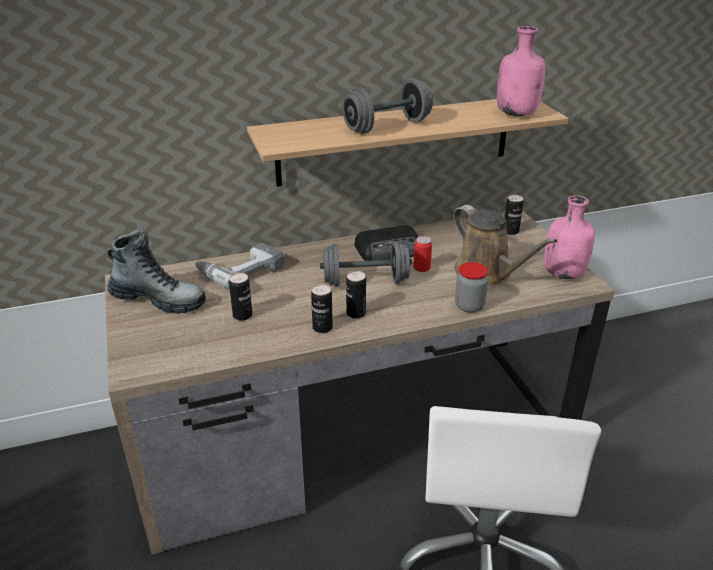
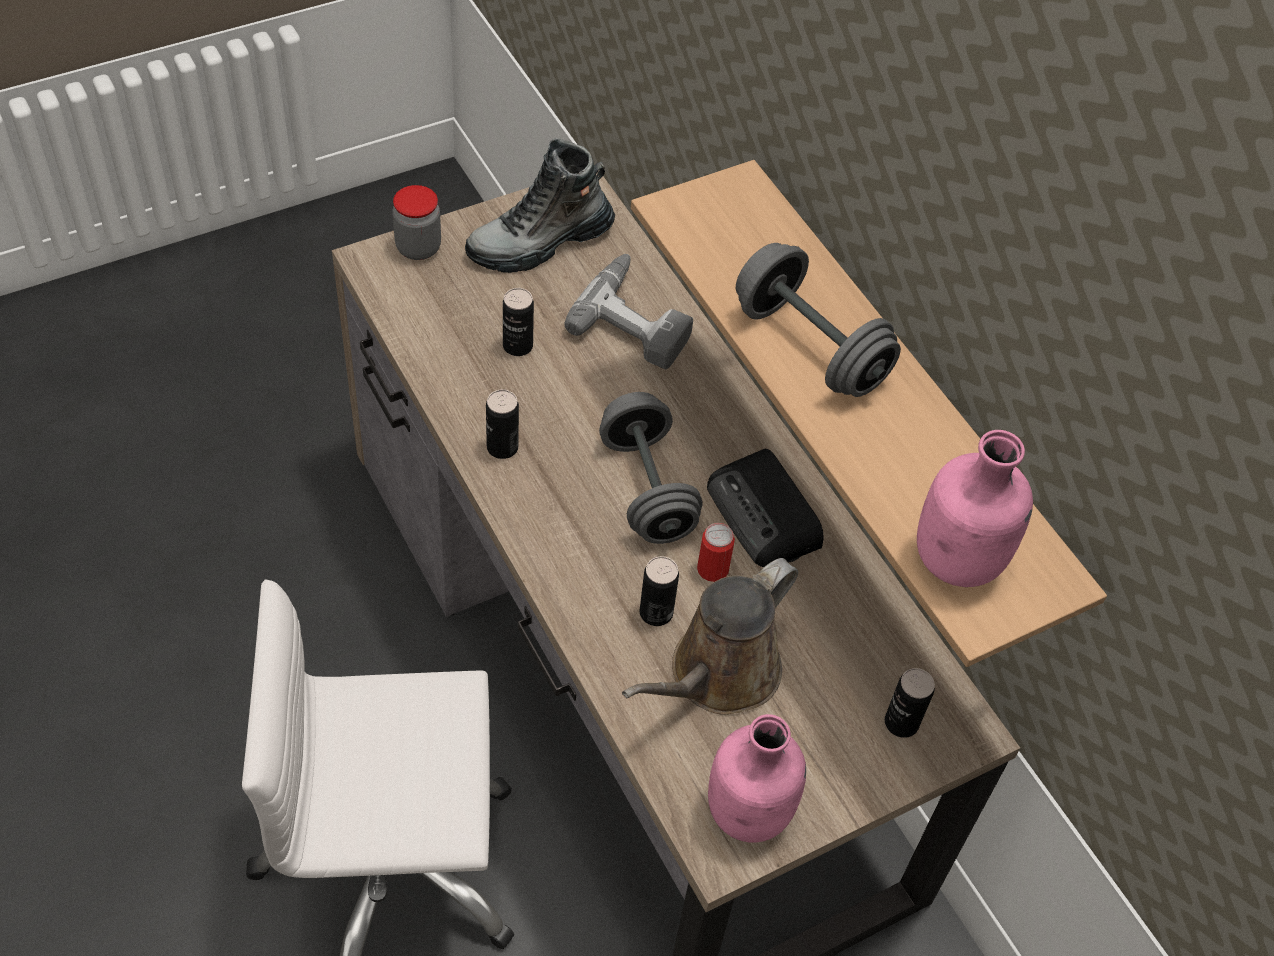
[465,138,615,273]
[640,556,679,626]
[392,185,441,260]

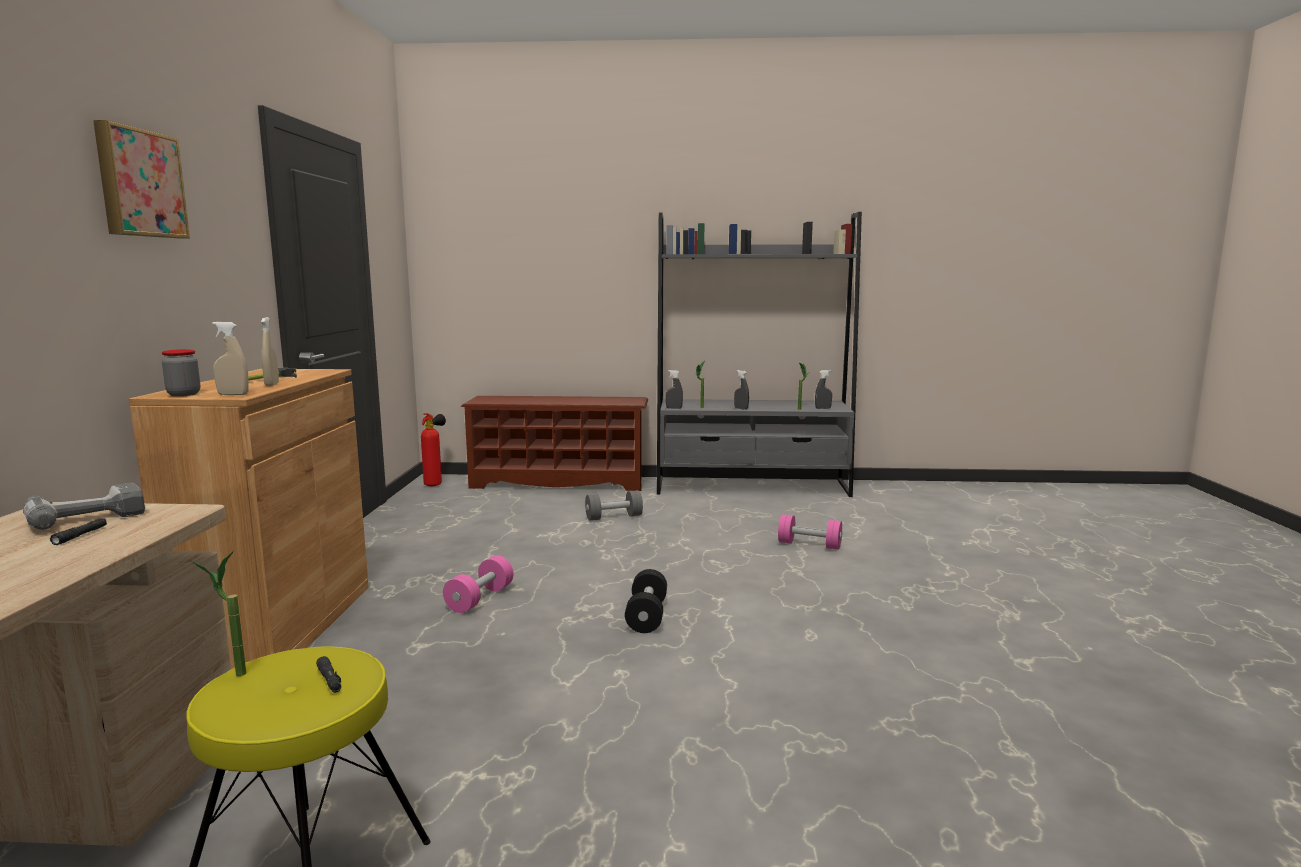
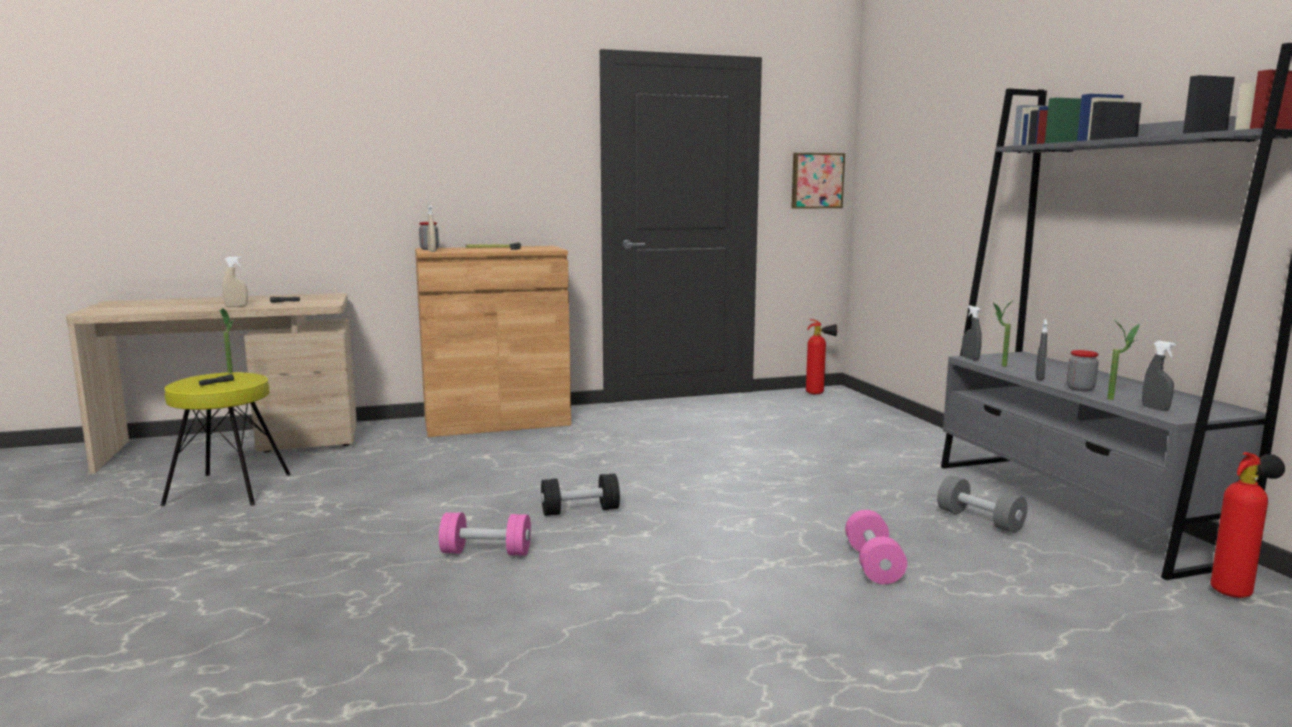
[23,483,145,530] (first image)
[791,153,845,209]
[223,256,248,307]
[439,512,531,556]
[461,396,648,491] (first image)
[937,476,1028,533]
[1067,350,1099,391]
[1210,452,1285,598]

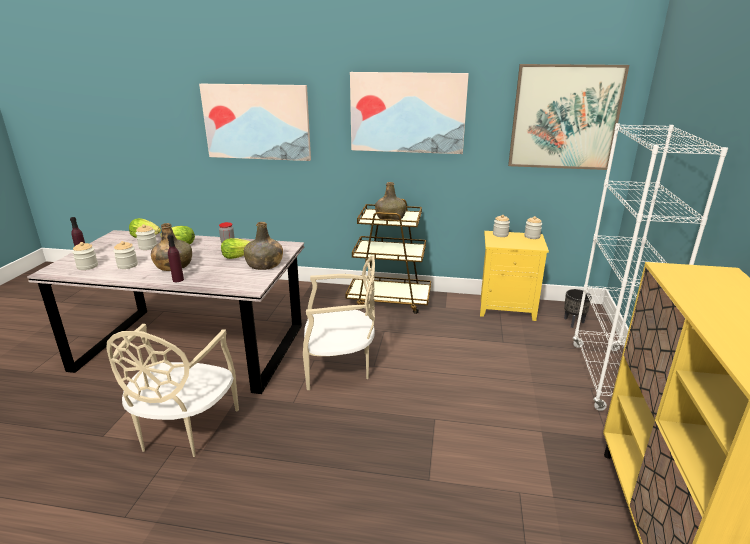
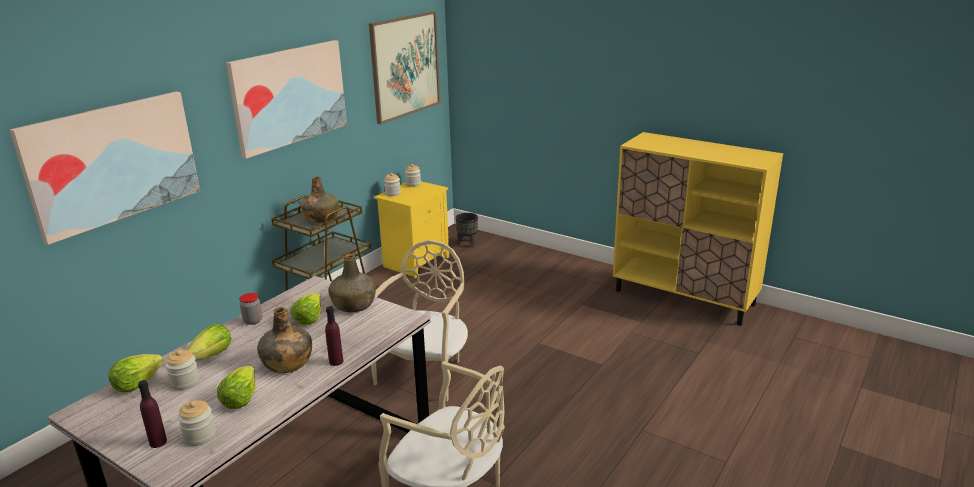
[217,366,255,409]
[573,123,728,411] (first image)

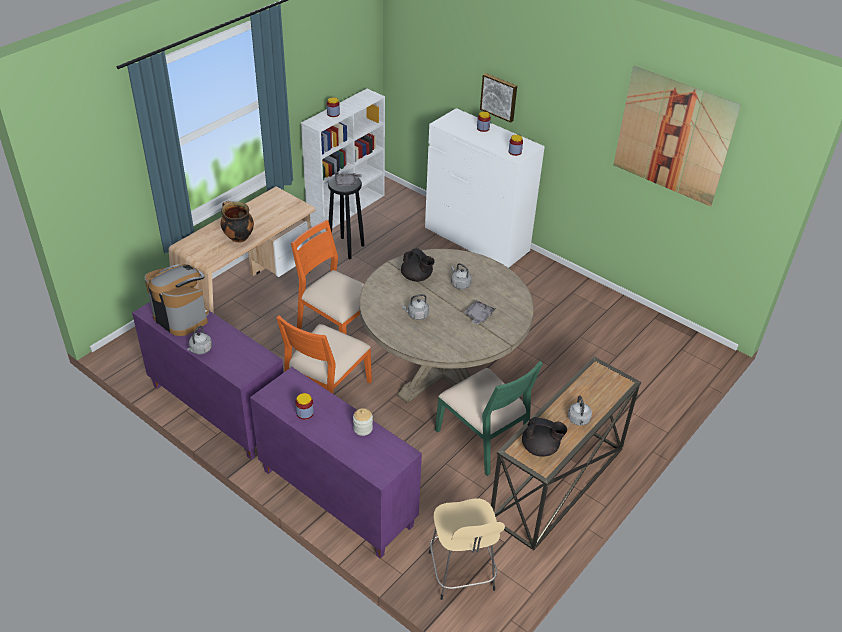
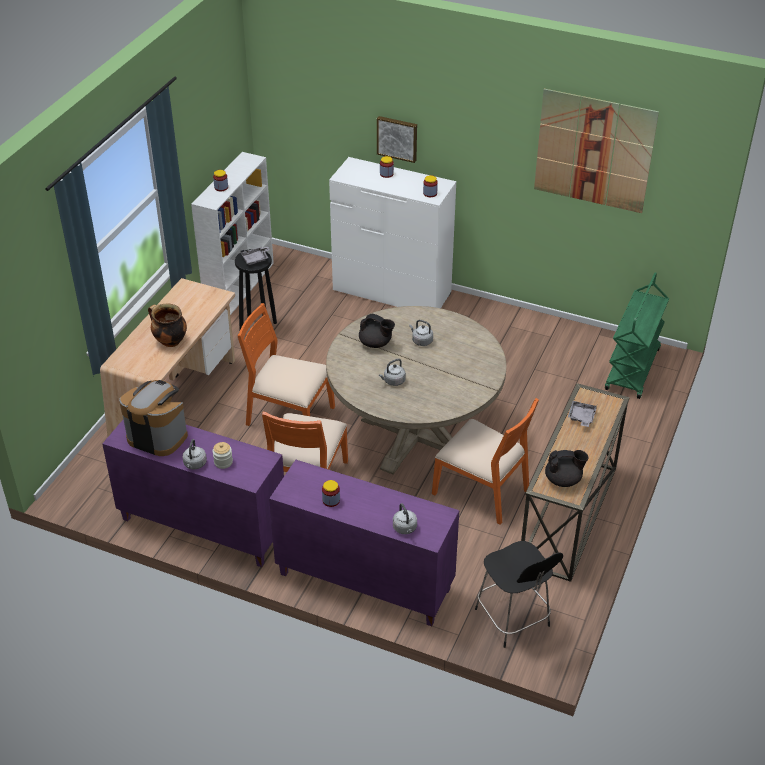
[213,442,233,469]
[475,541,563,648]
[432,398,539,525]
[568,401,597,427]
[393,503,417,534]
[605,273,669,399]

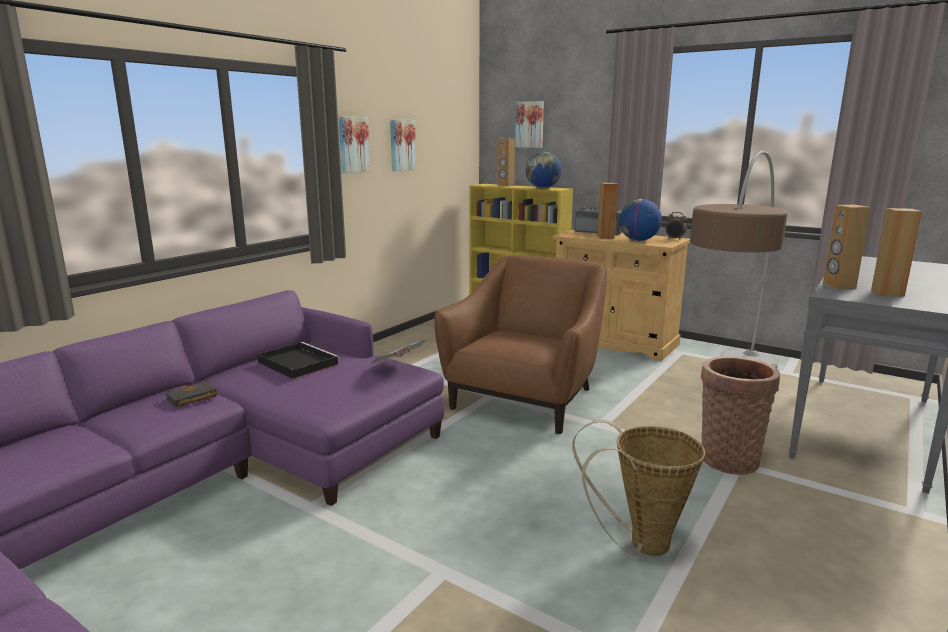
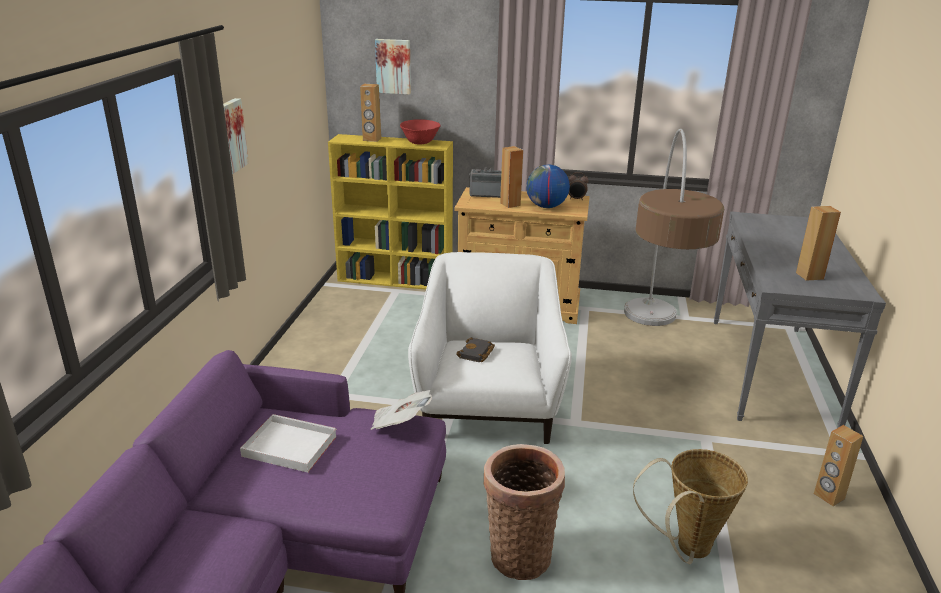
[456,338,495,362]
[240,414,337,473]
[390,120,416,171] (first image)
[408,252,572,444]
[400,119,441,145]
[483,444,565,580]
[814,425,863,506]

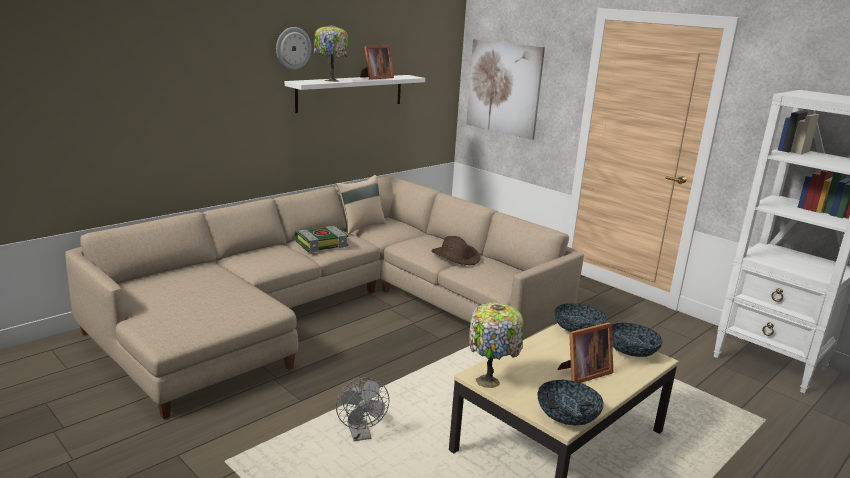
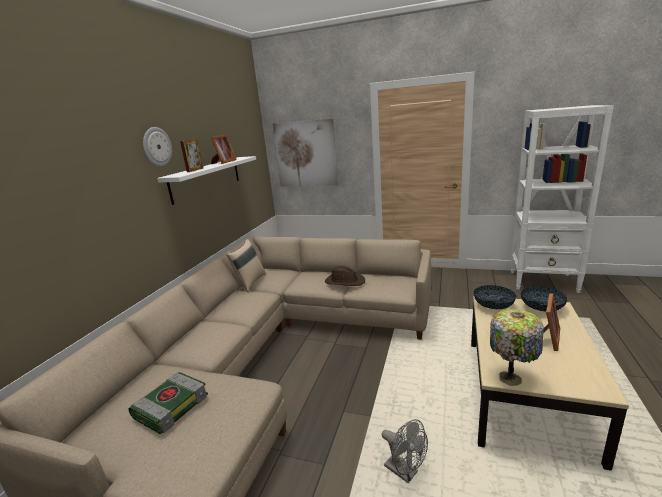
[128,372,208,434]
[180,139,203,172]
[537,380,604,425] (first image)

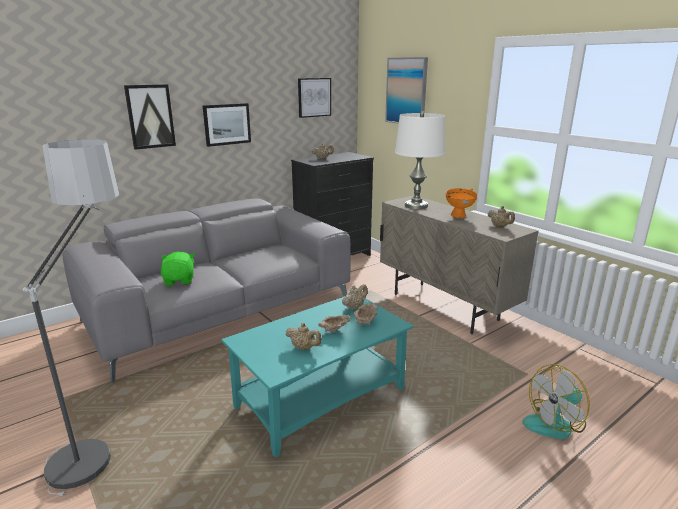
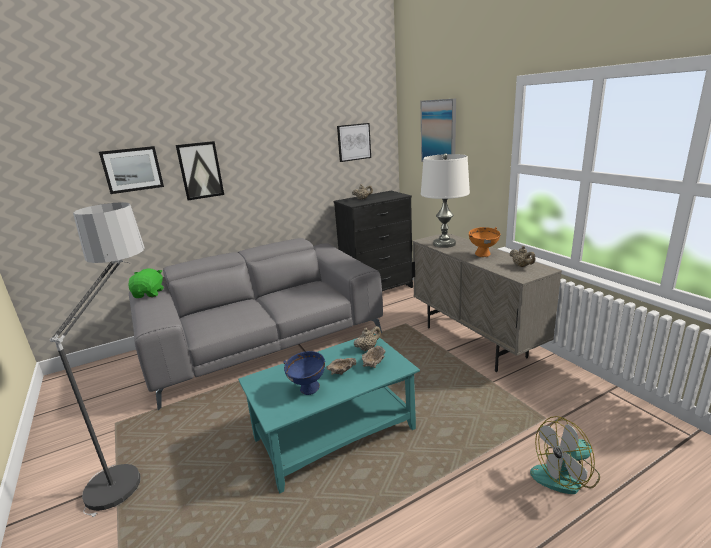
[129,269,164,298]
[99,146,164,194]
[284,351,326,395]

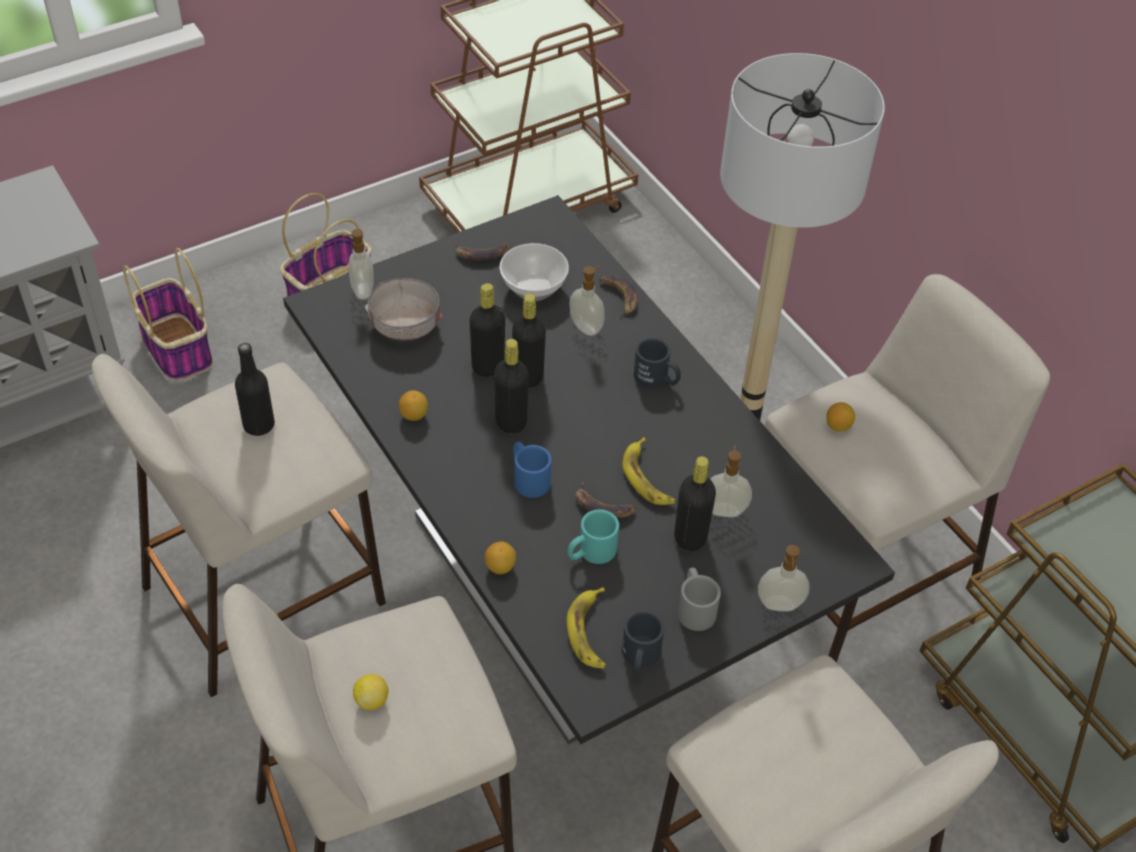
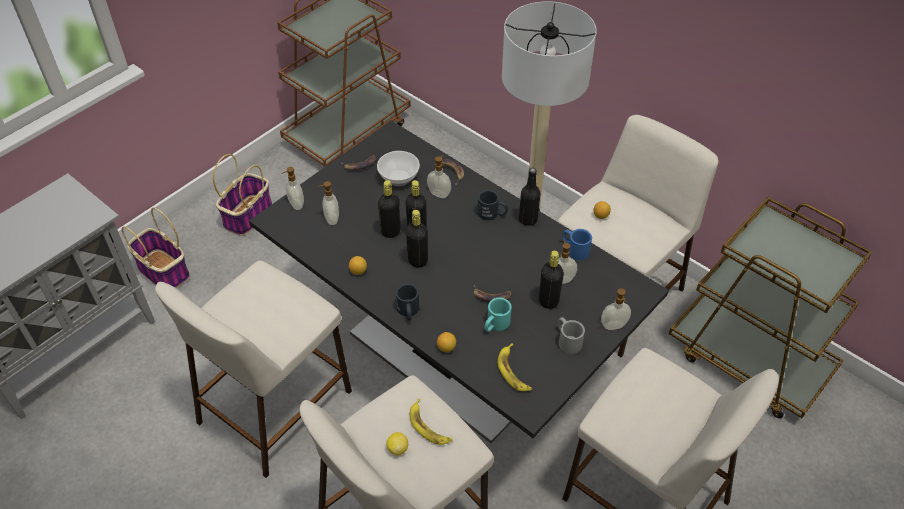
[519,168,540,226]
[318,181,339,225]
[562,229,592,260]
[410,398,453,445]
[396,284,419,321]

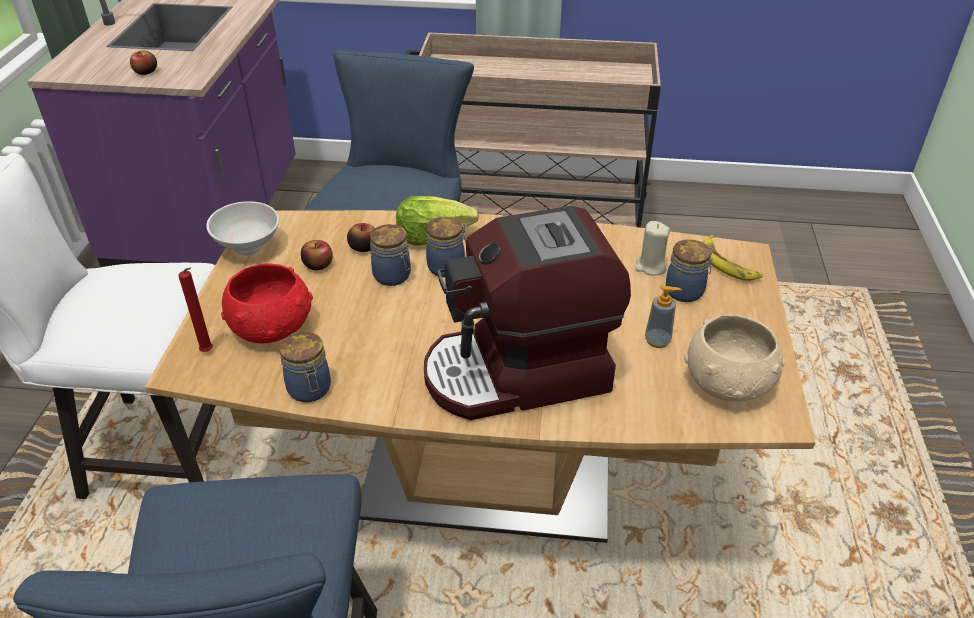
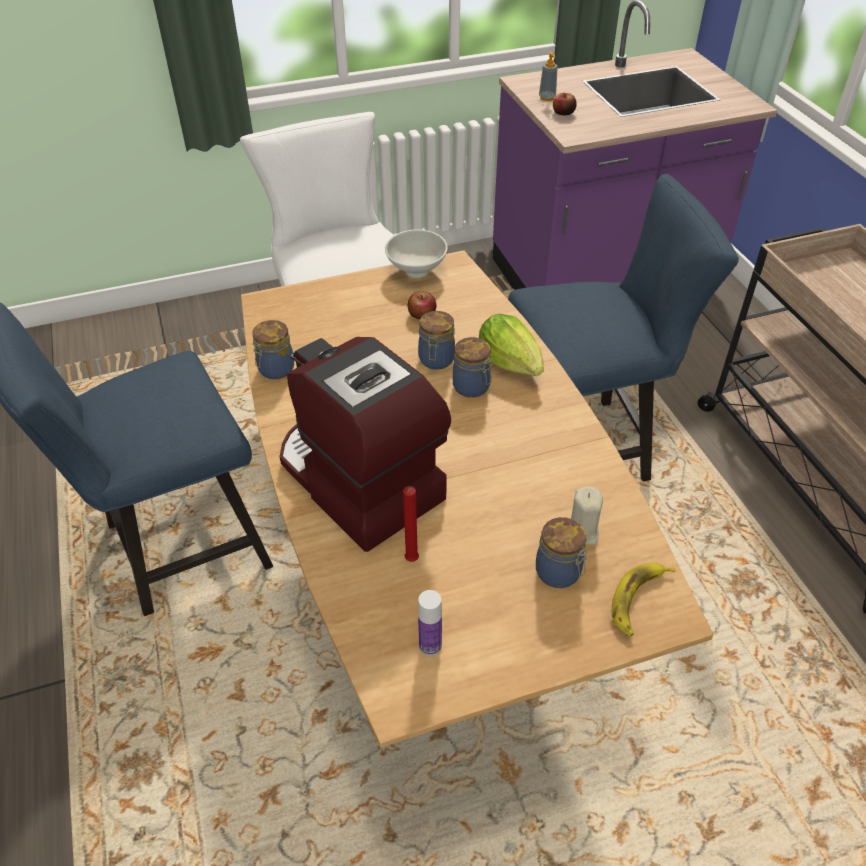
[403,486,419,562]
[221,263,313,343] (first image)
[347,223,375,252] (first image)
[539,51,558,101]
[418,590,442,656]

